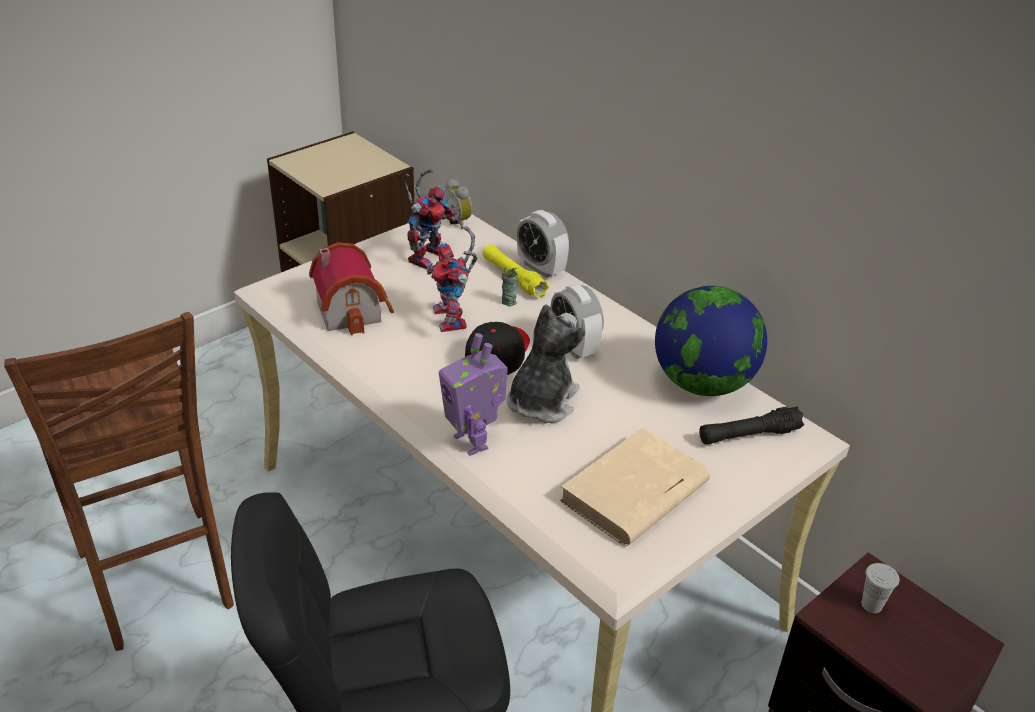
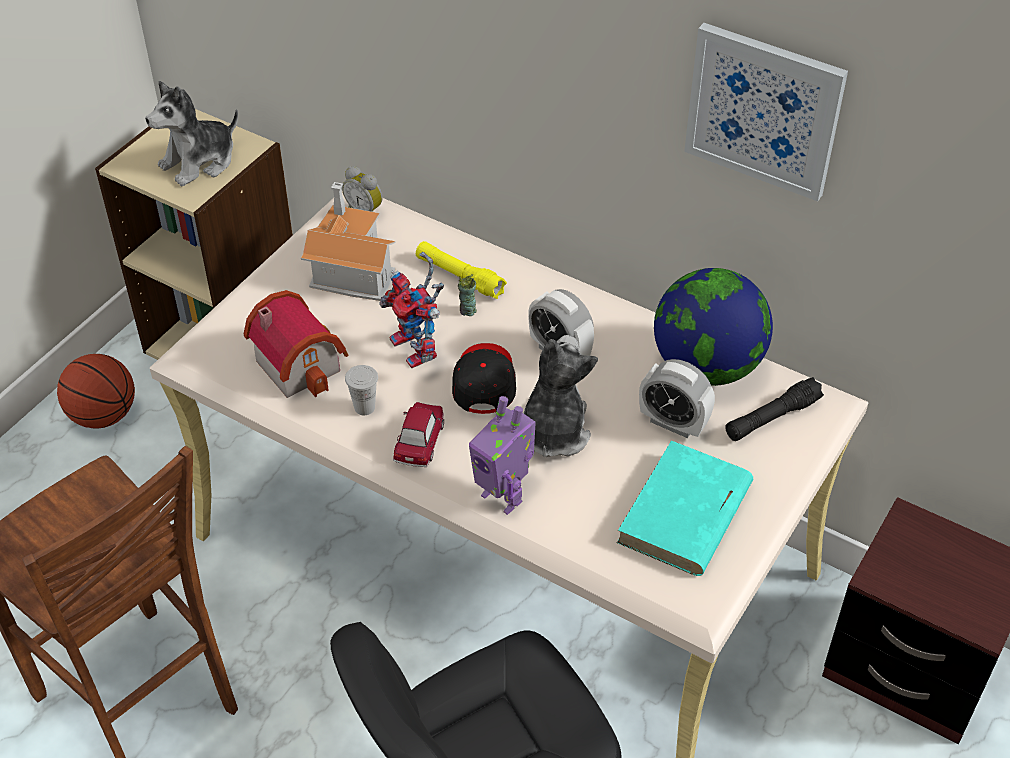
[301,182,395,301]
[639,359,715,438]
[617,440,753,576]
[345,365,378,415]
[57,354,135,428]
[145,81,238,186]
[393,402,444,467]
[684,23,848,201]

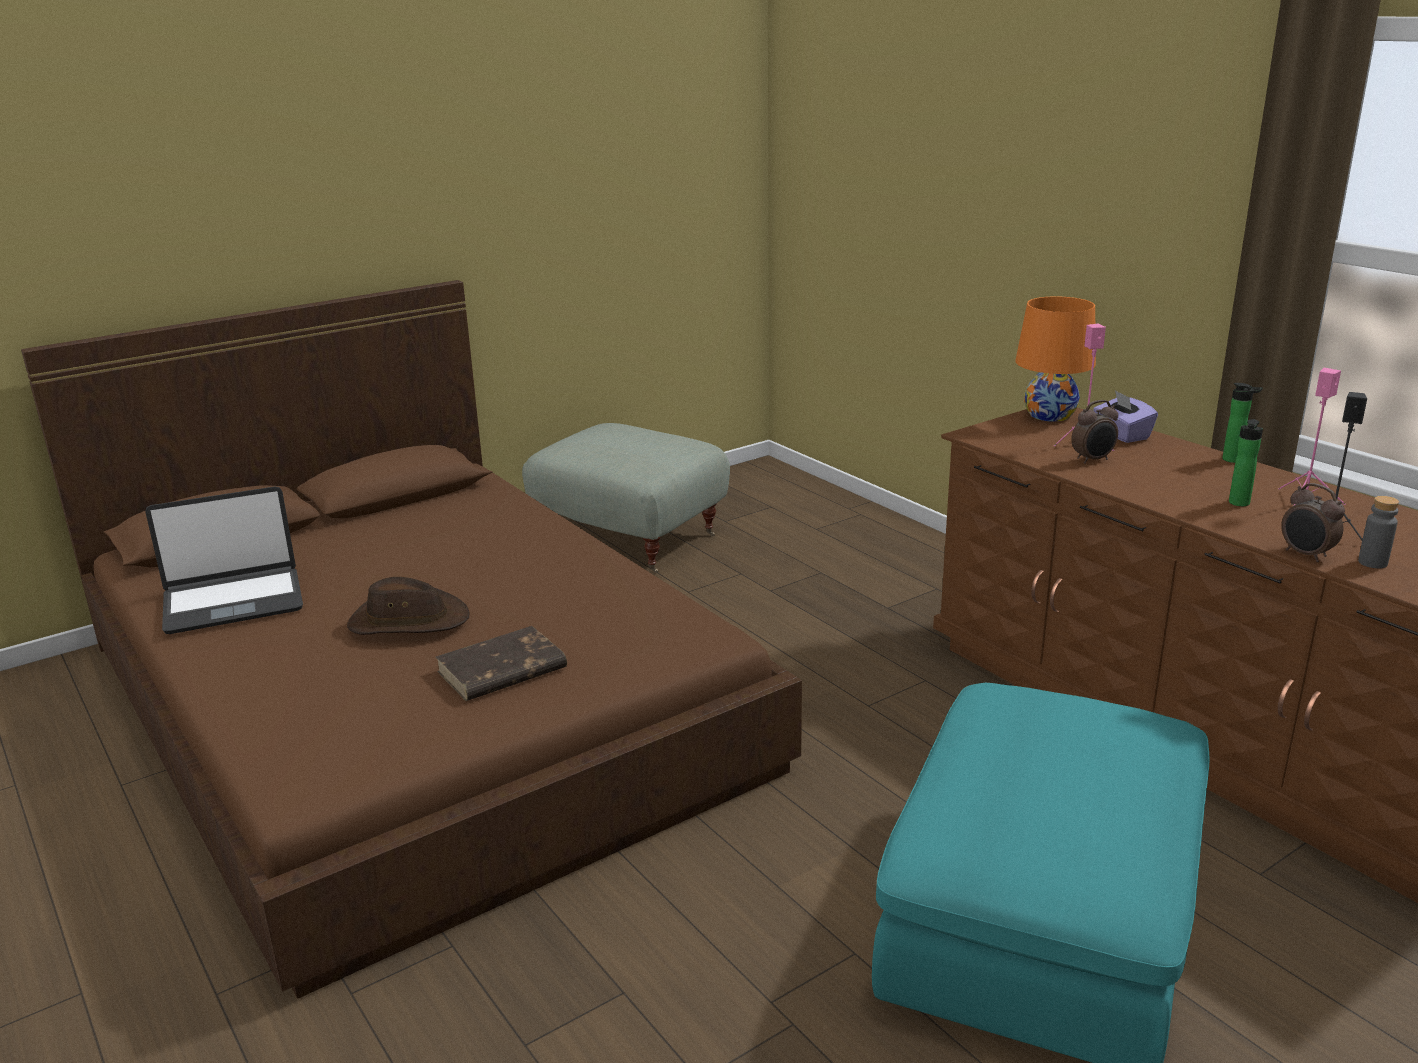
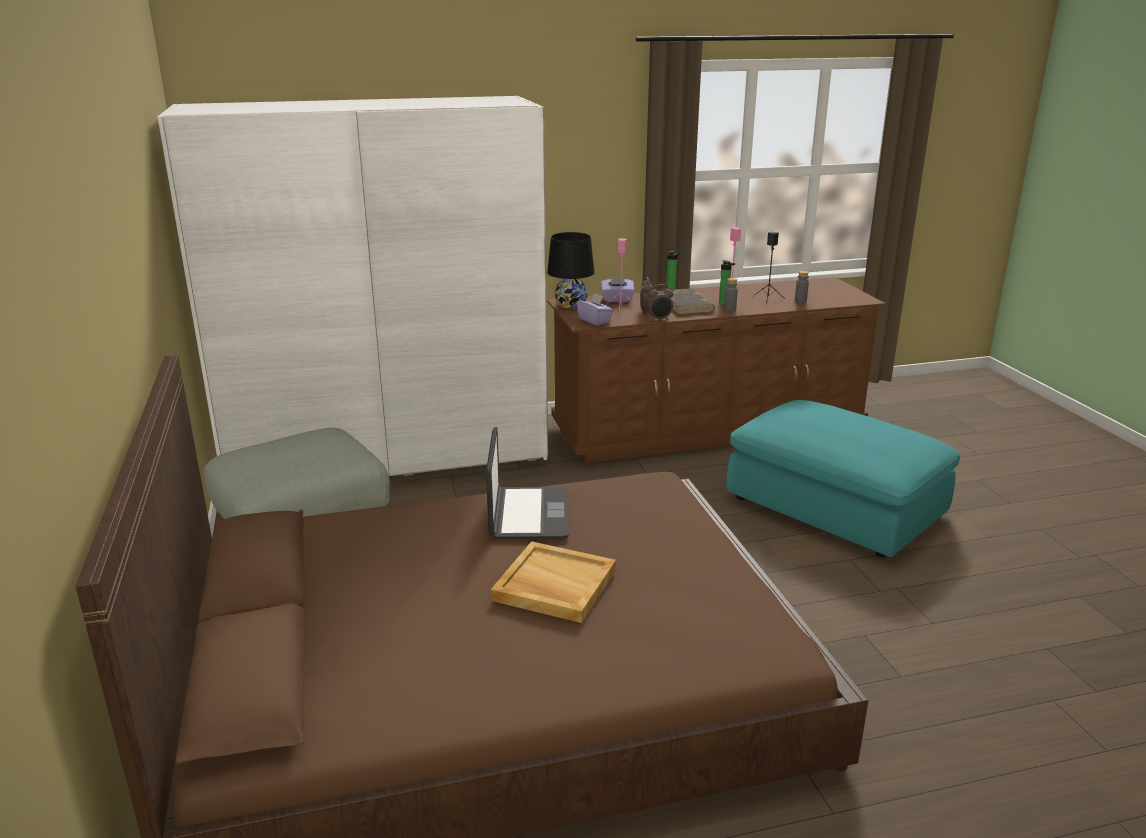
[486,427,569,539]
[491,541,616,623]
[661,289,715,315]
[547,232,595,308]
[646,284,673,321]
[158,96,548,476]
[576,293,614,326]
[724,278,738,312]

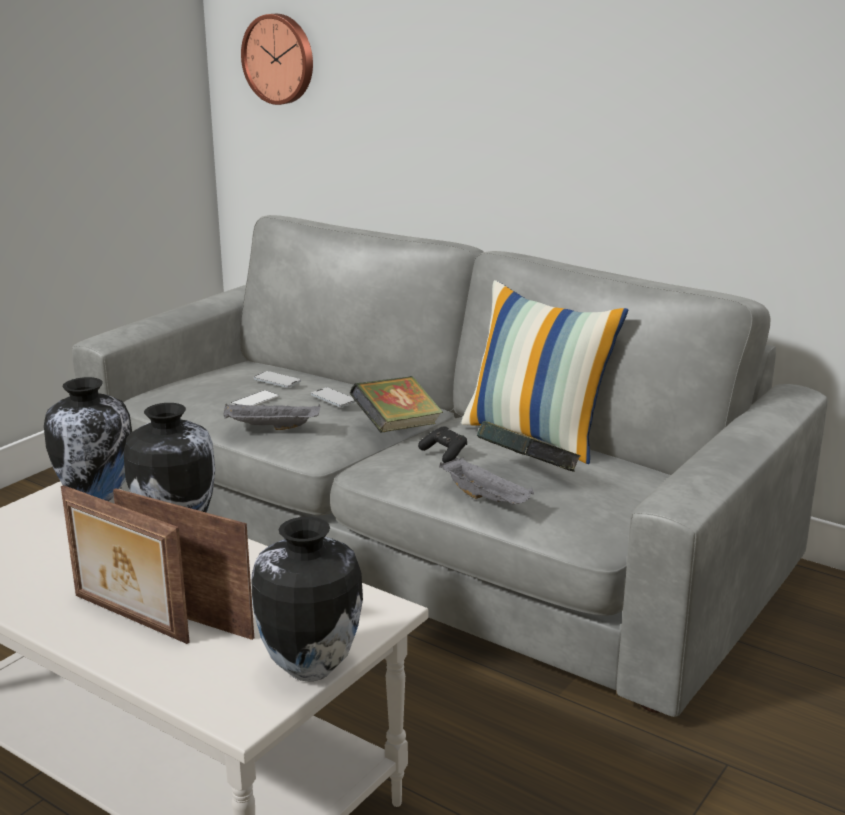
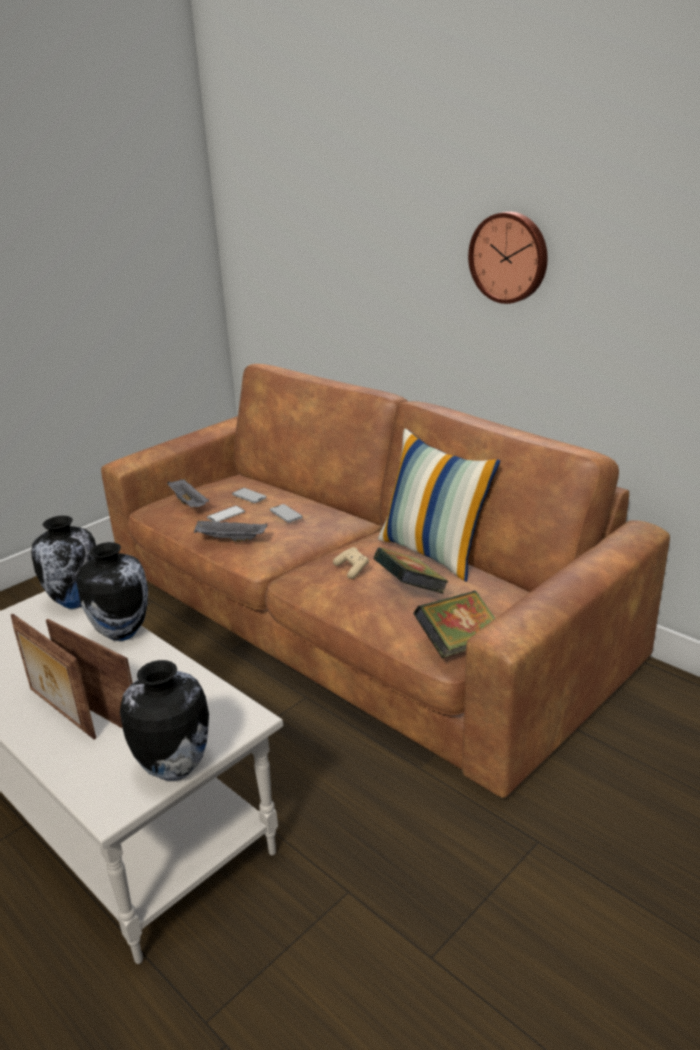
[101,364,670,798]
[468,212,548,304]
[413,591,495,658]
[333,547,369,579]
[168,479,209,507]

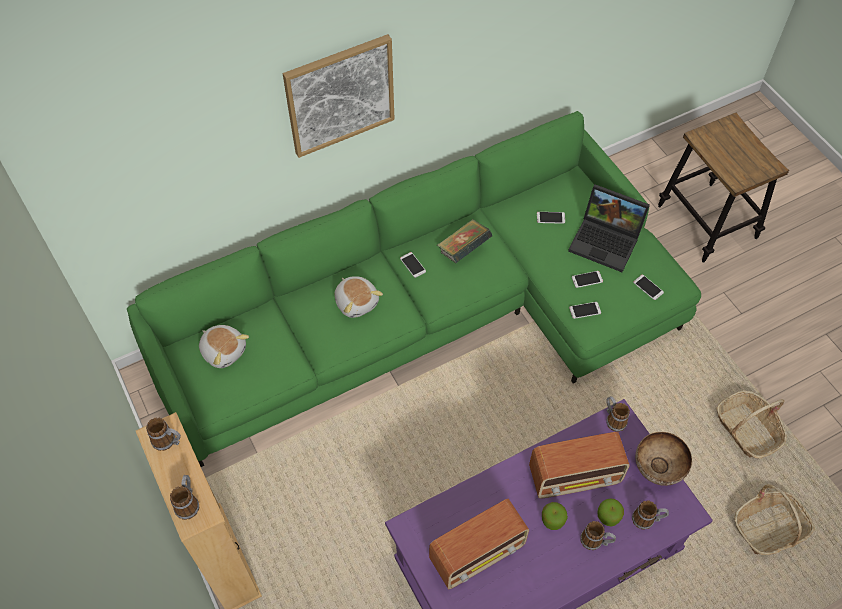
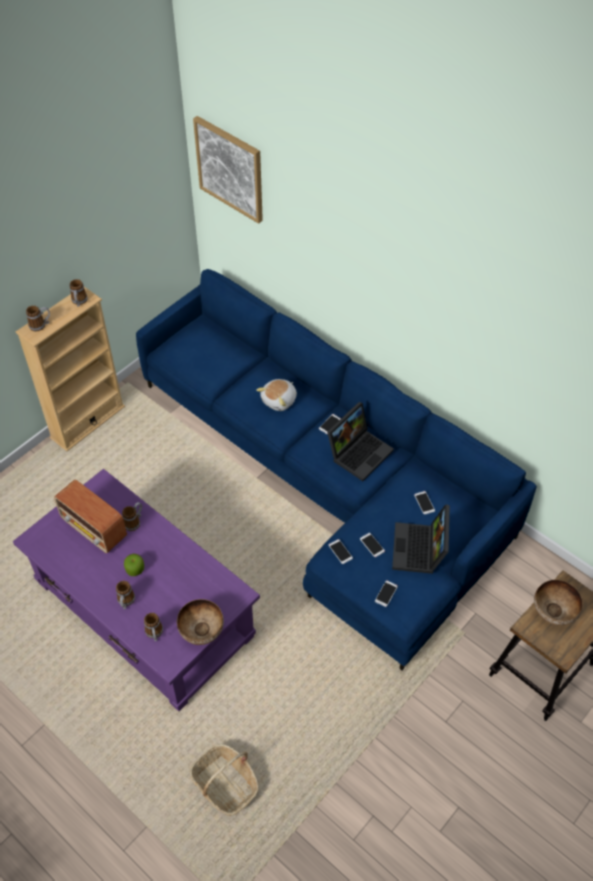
[136,269,537,670]
[199,325,249,368] (first image)
[193,116,263,224]
[327,402,394,481]
[529,432,629,499] (first image)
[597,499,624,526] (first image)
[122,502,142,531]
[716,390,787,459] (first image)
[534,580,583,626]

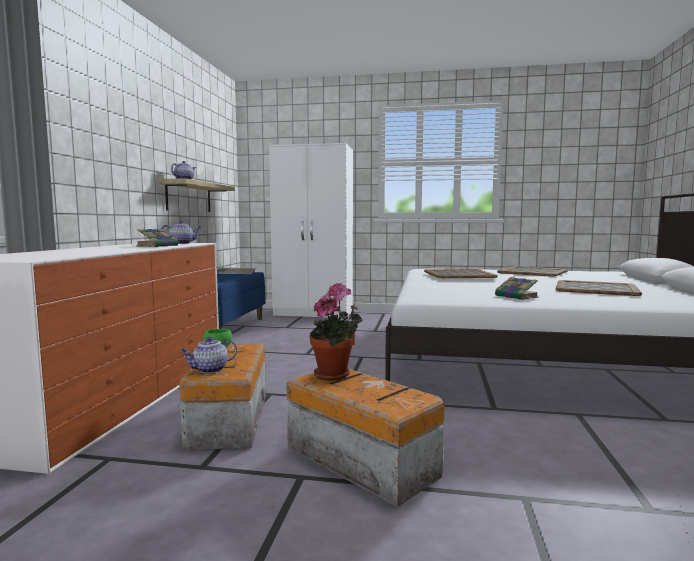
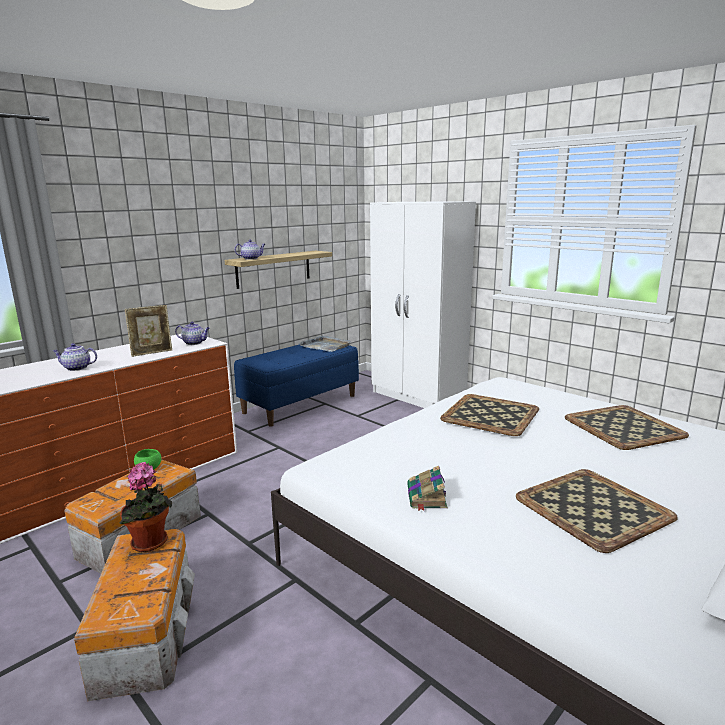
[125,305,172,357]
[53,343,97,371]

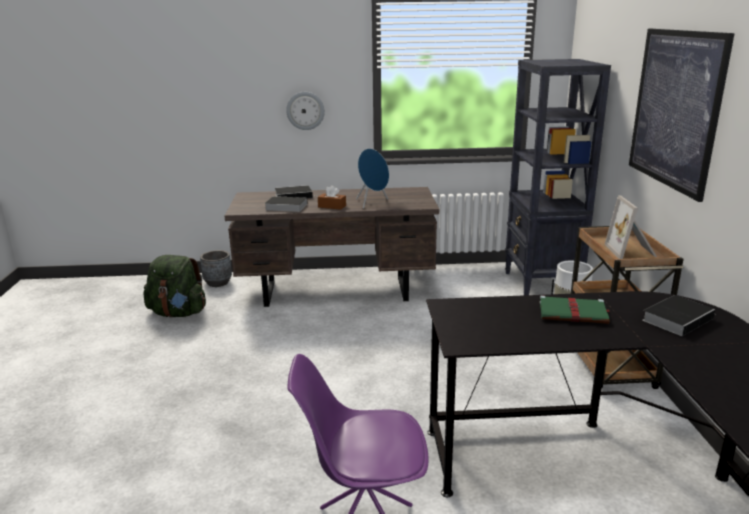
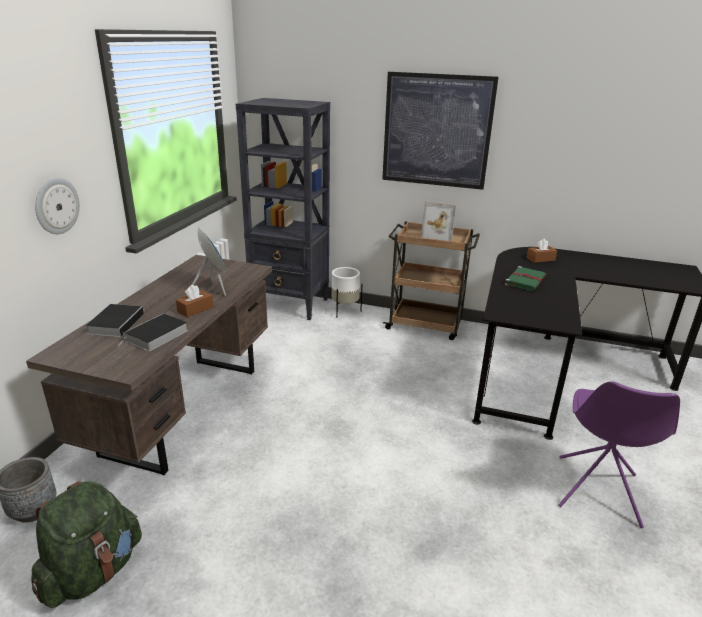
[527,239,557,263]

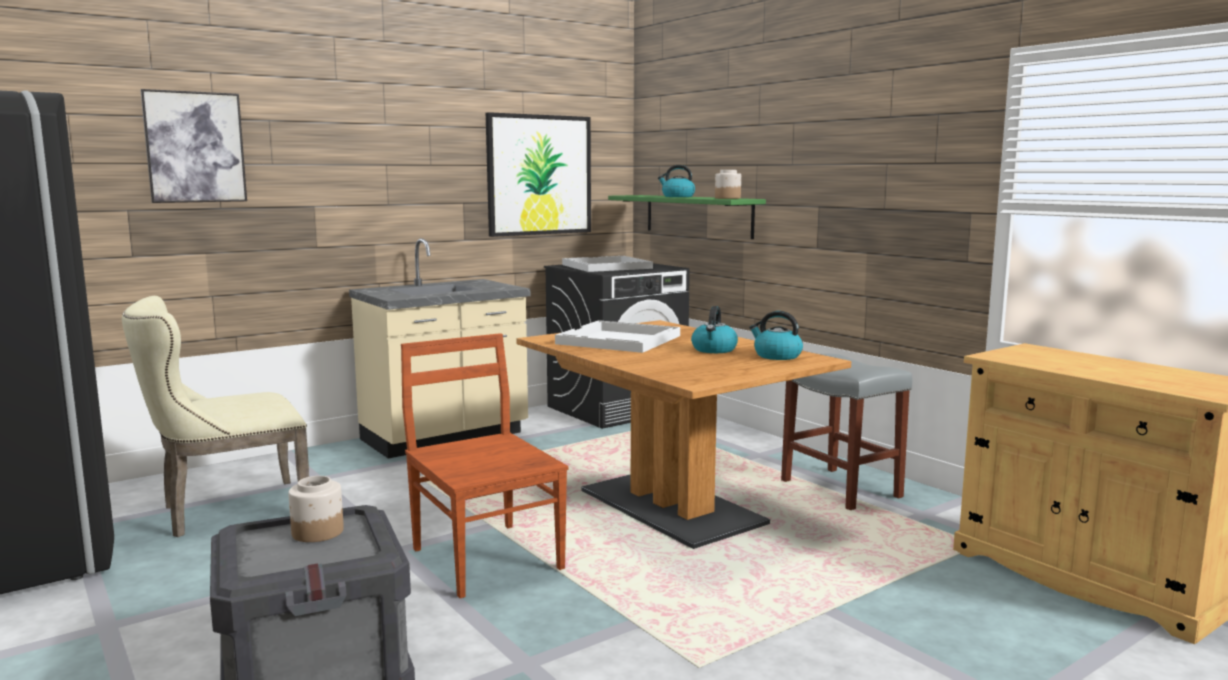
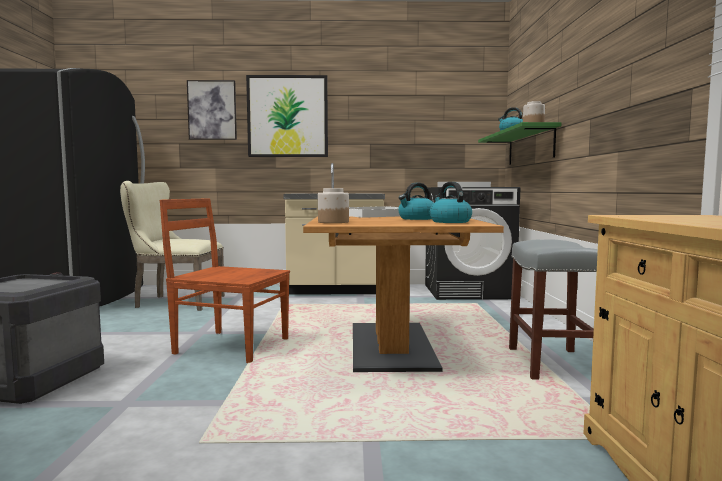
[318,188,349,223]
[160,198,290,363]
[246,75,328,157]

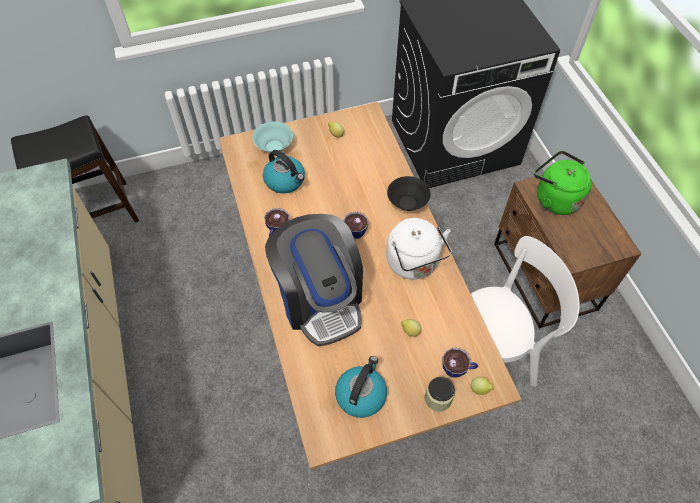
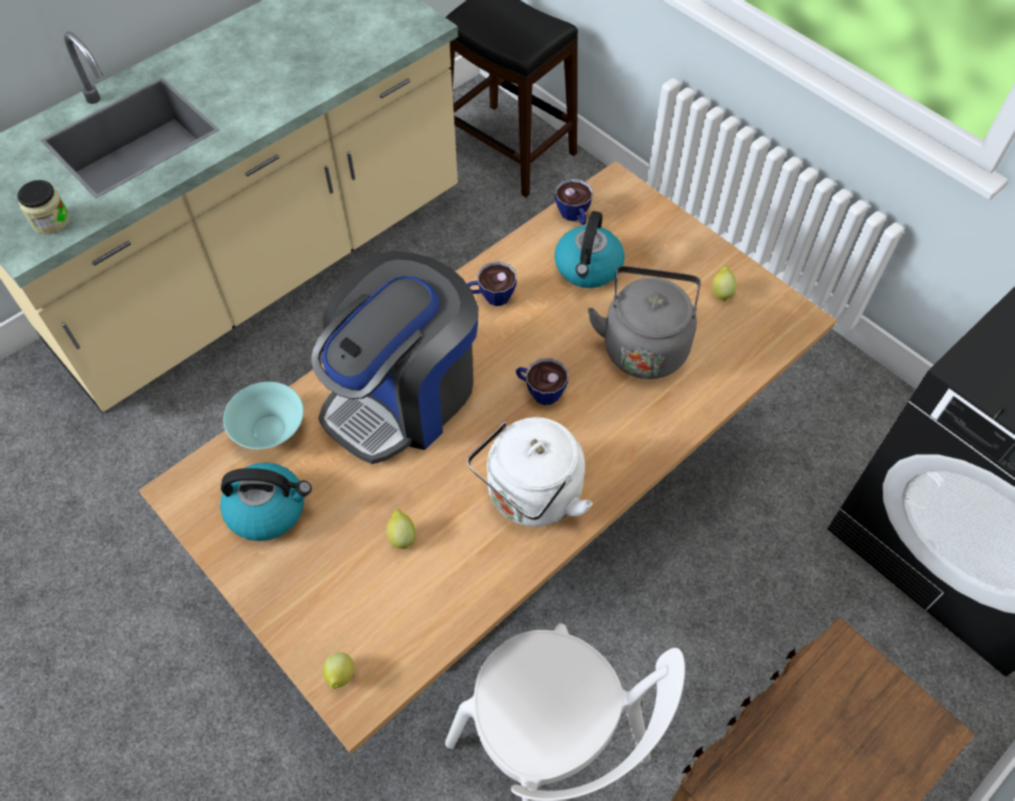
[223,382,304,449]
[387,176,431,211] (first image)
[17,180,70,234]
[555,179,593,225]
[534,151,591,215] (first image)
[588,266,701,379]

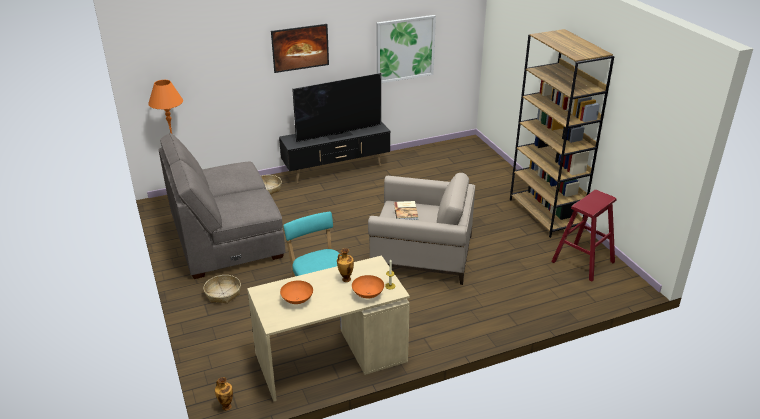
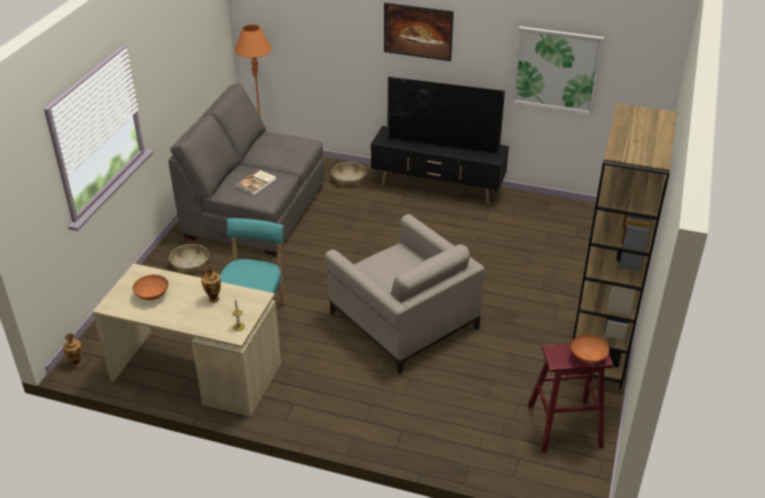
[571,334,610,363]
[235,169,276,195]

